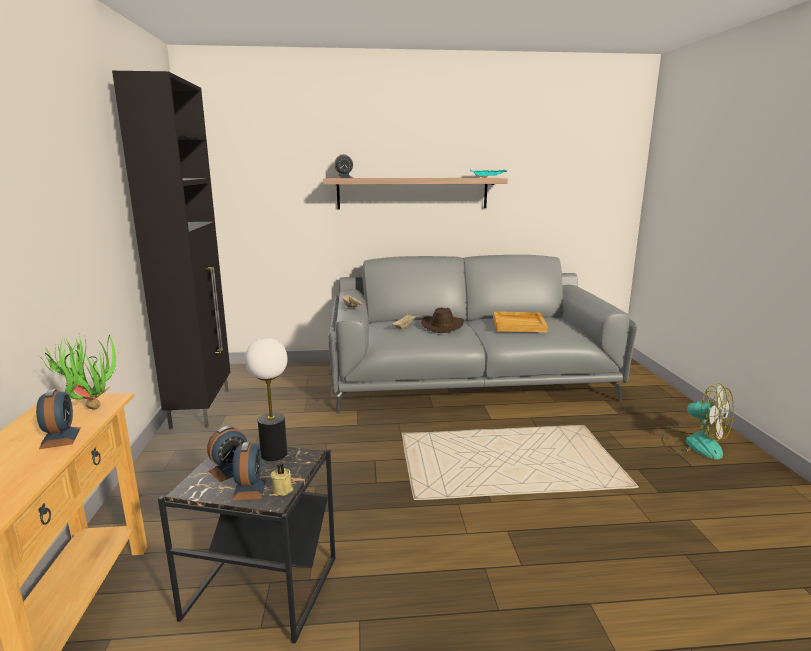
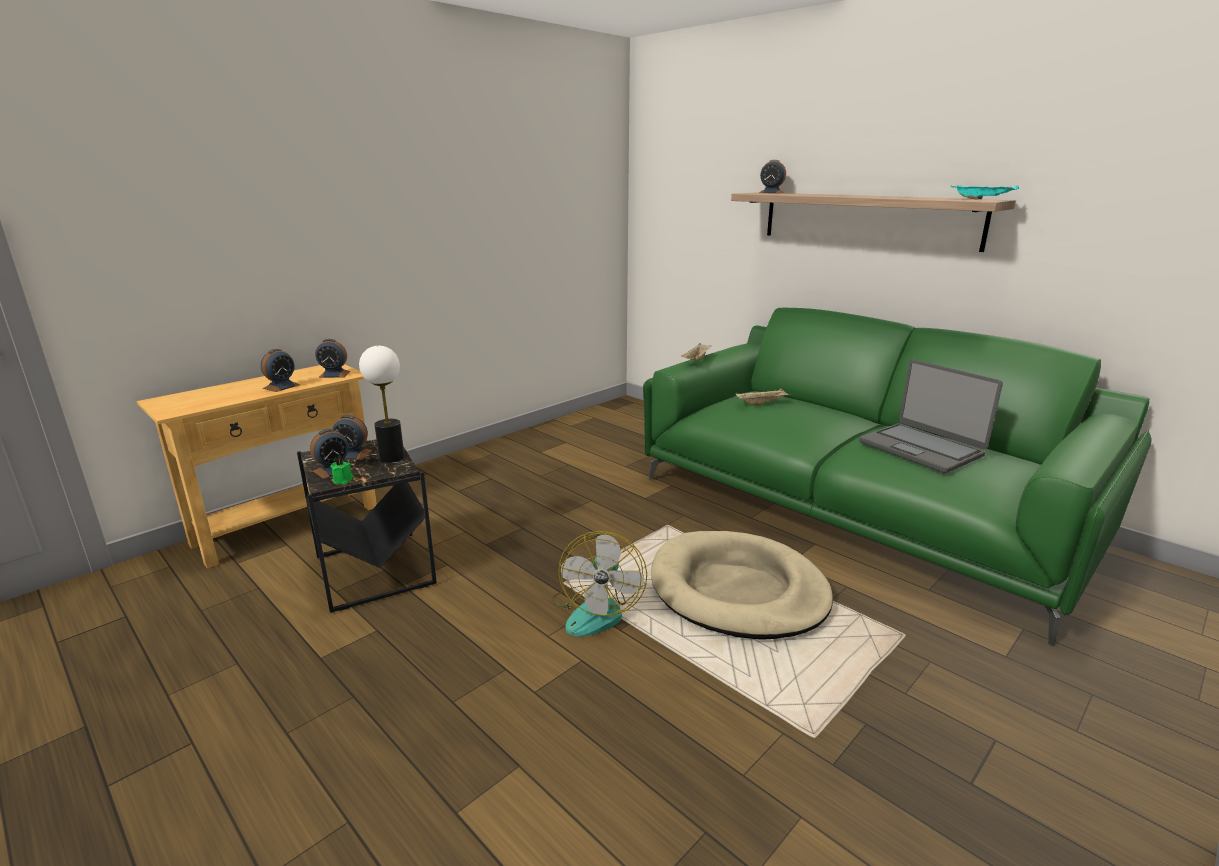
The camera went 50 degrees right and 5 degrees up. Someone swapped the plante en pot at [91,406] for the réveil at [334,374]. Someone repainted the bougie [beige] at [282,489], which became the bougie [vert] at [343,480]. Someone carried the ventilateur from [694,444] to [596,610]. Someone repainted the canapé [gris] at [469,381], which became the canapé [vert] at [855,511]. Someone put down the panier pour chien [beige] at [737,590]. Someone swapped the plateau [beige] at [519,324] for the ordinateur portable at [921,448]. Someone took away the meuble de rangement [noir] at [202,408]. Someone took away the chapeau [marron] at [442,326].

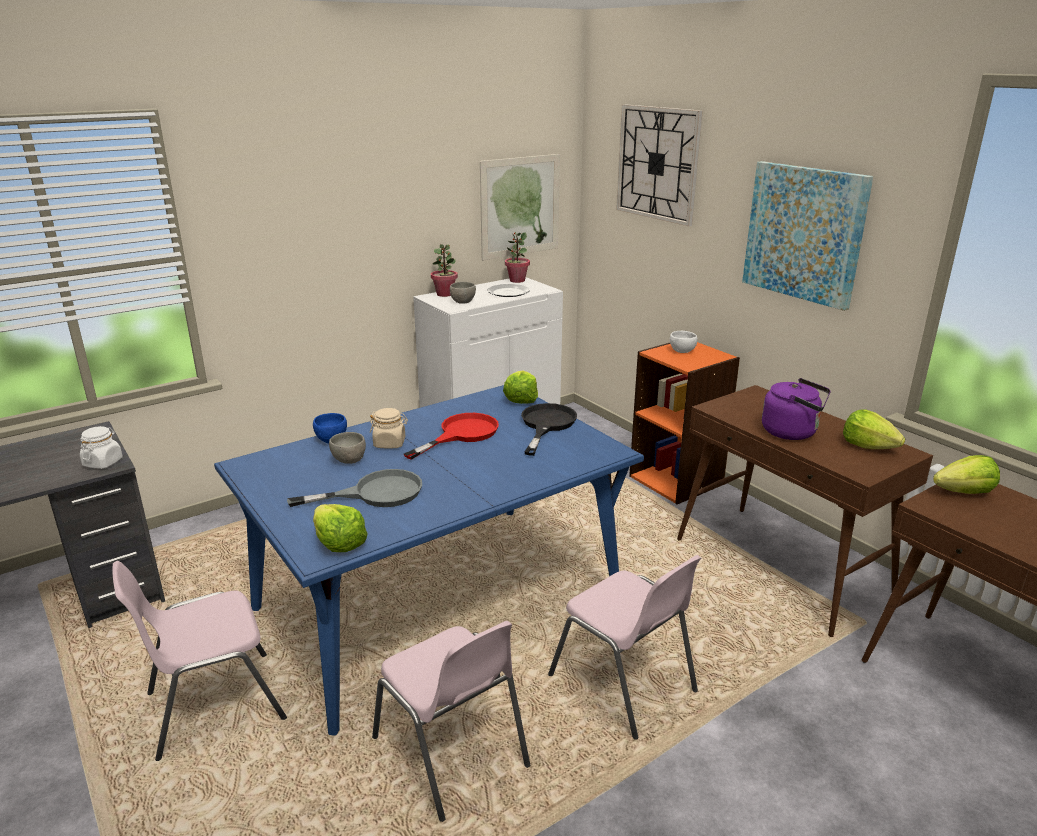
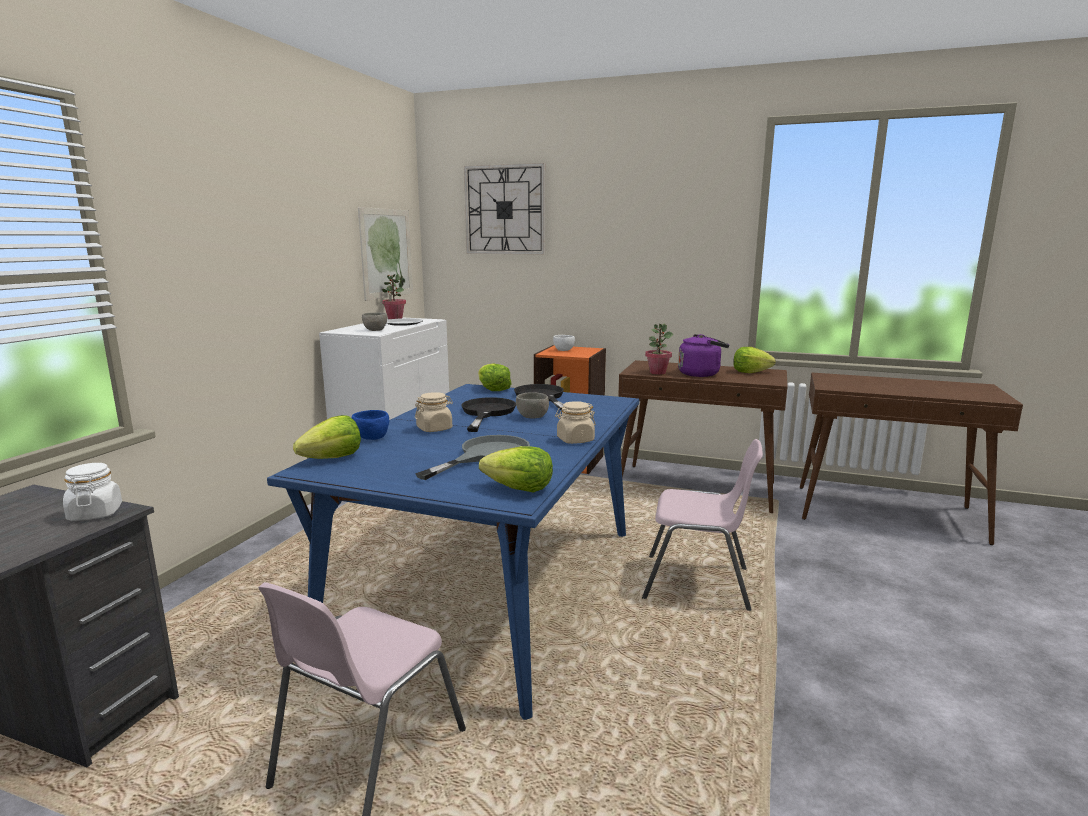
The camera went 35 degrees left and 10 degrees down. Someone carried the laitue from [964,492] to [333,458]. Someone repainted the poêle [rouge] at [461,434], which became the poêle [noir] at [486,413]. Someone carried the bol [gris] from [348,460] to [533,417]. Someone put down the bocal [beige] at [575,440]. Someone carried the plante en pot from [445,294] to [657,372]. Someone took away the chaise [rose] at [452,753]. Someone took away the tableau at [804,233].

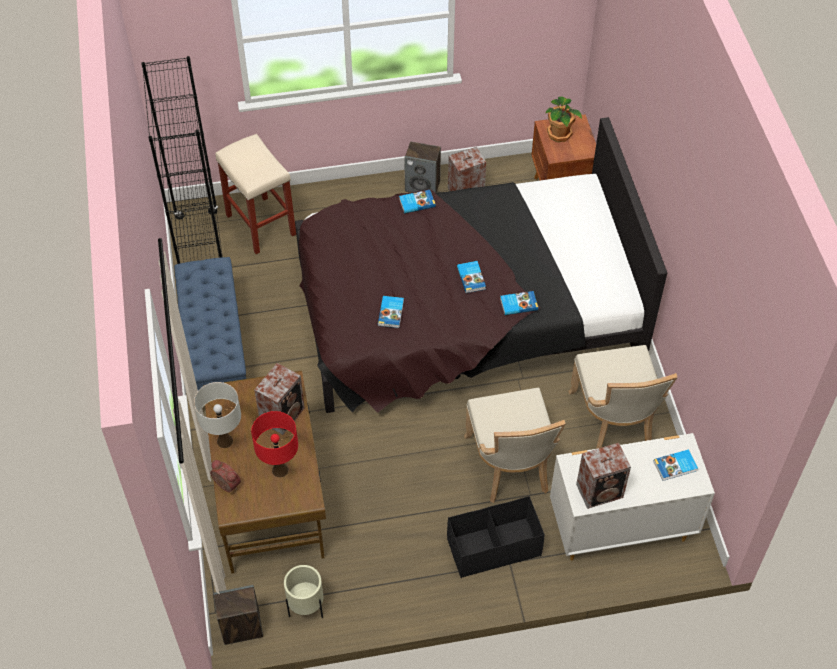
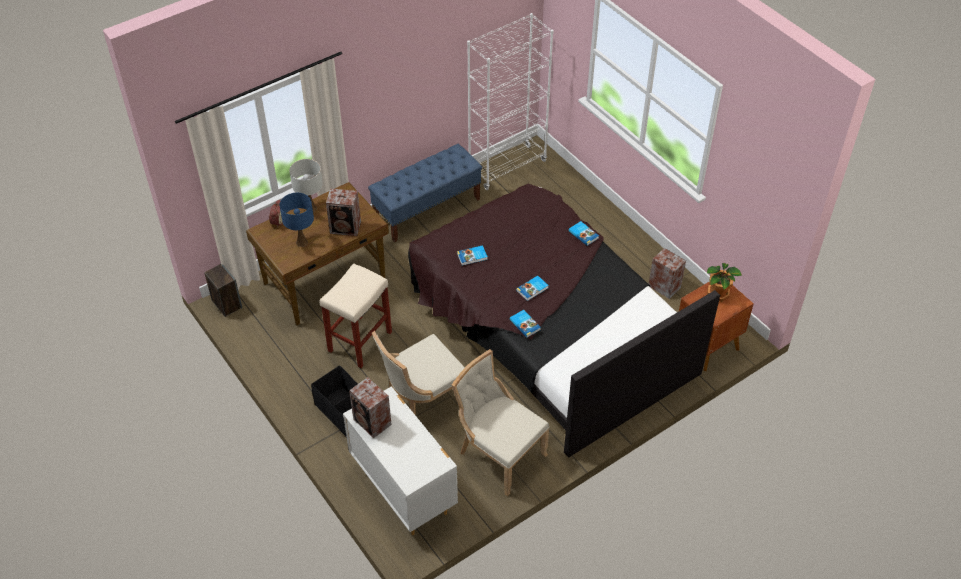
The camera went 65 degrees right and 5 degrees down. Someone repainted the lampe de table [rouge] at [280,470], which became the lampe de table [bleu] at [301,242]. Someone carried the tabouret [beige] from [262,225] to [360,342]. Someone rotated the chaise [beige] at [614,422] by 75 degrees clockwise. Someone repainted the bibliothèque [noir] at [200,250], which became the bibliothèque [blanc] at [507,167]. Someone took away the cache-pot [beige] at [306,608]. Someone took away the enceinte at [423,186]. Someone took away the livre at [675,466].

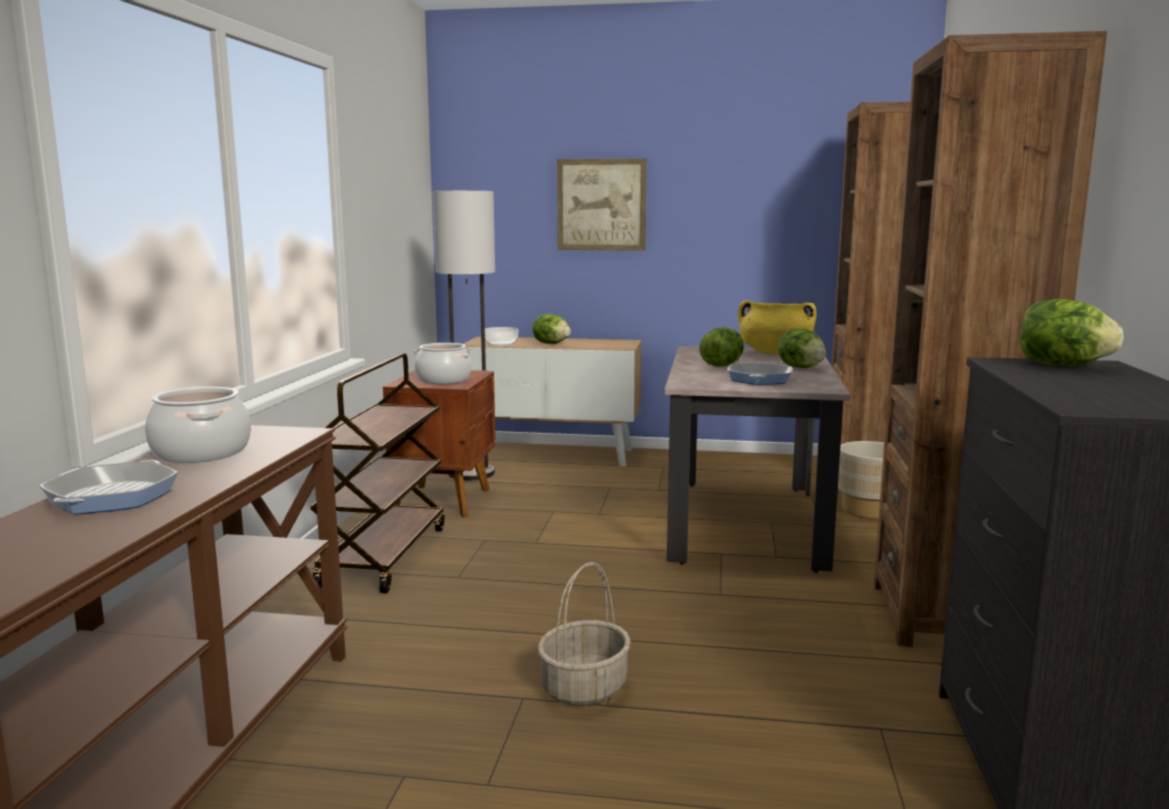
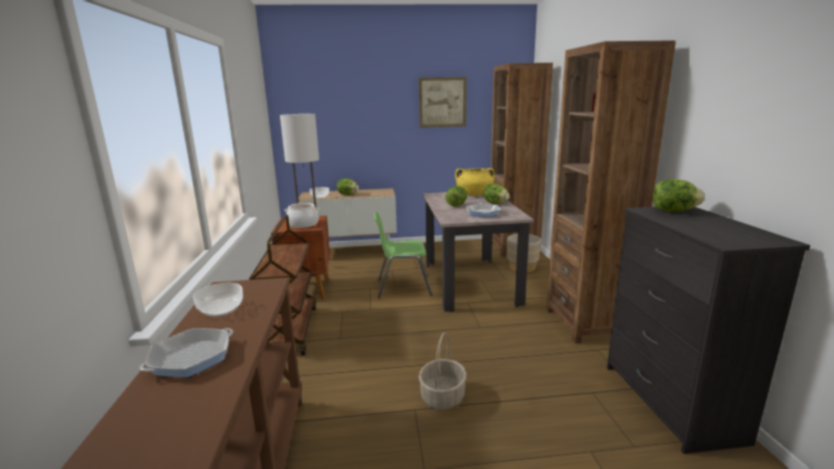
The camera went 15 degrees left and 5 degrees up. Someone rotated the poêle at [112,497] by 45 degrees clockwise. Someone swapped the marmite at [202,452] for the bol at [221,309]. Someone put down the chaise [vert] at [402,287]. Someone carried the tableau from [601,205] to [442,102].

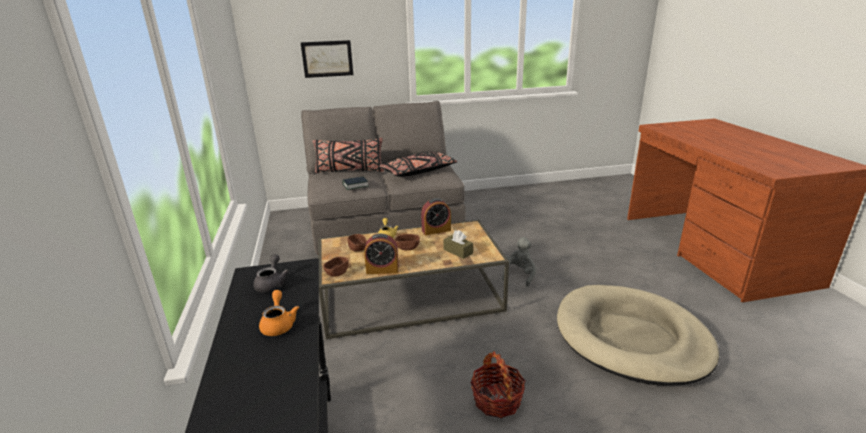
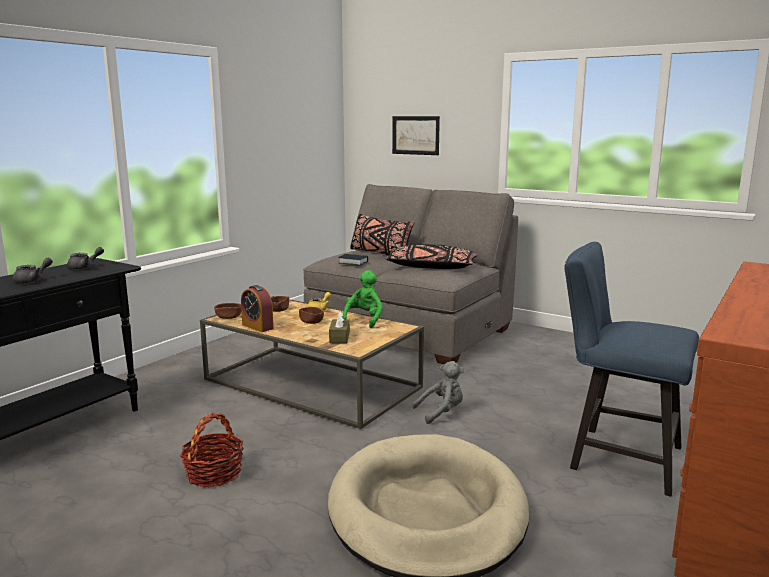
The camera went 45 degrees right and 10 degrees down. Someone repainted the théière [orange] at [279,324], which became the théière [gris] at [33,281]. Someone swapped the réveil at [436,230] for the peluche [vert] at [364,320]. Someone put down the chaise [bleu] at [616,456].

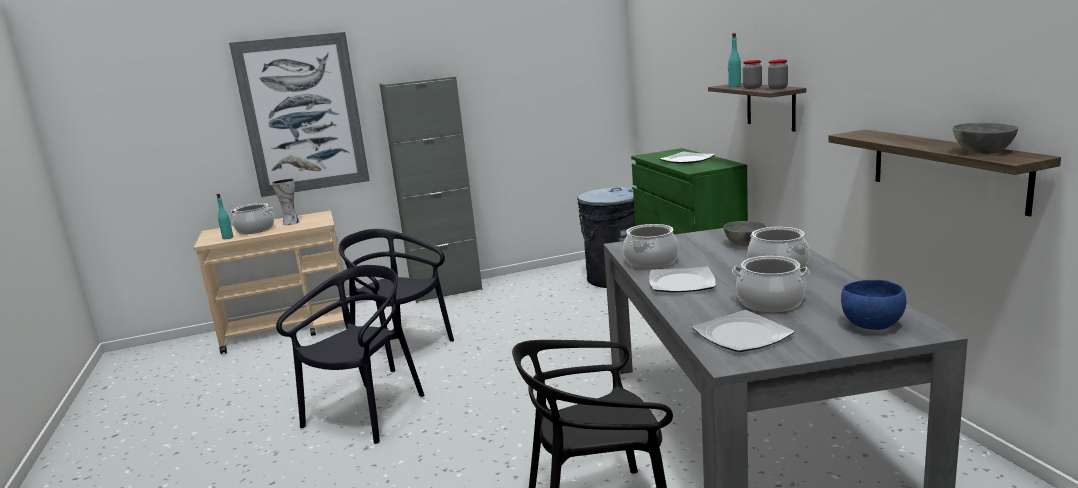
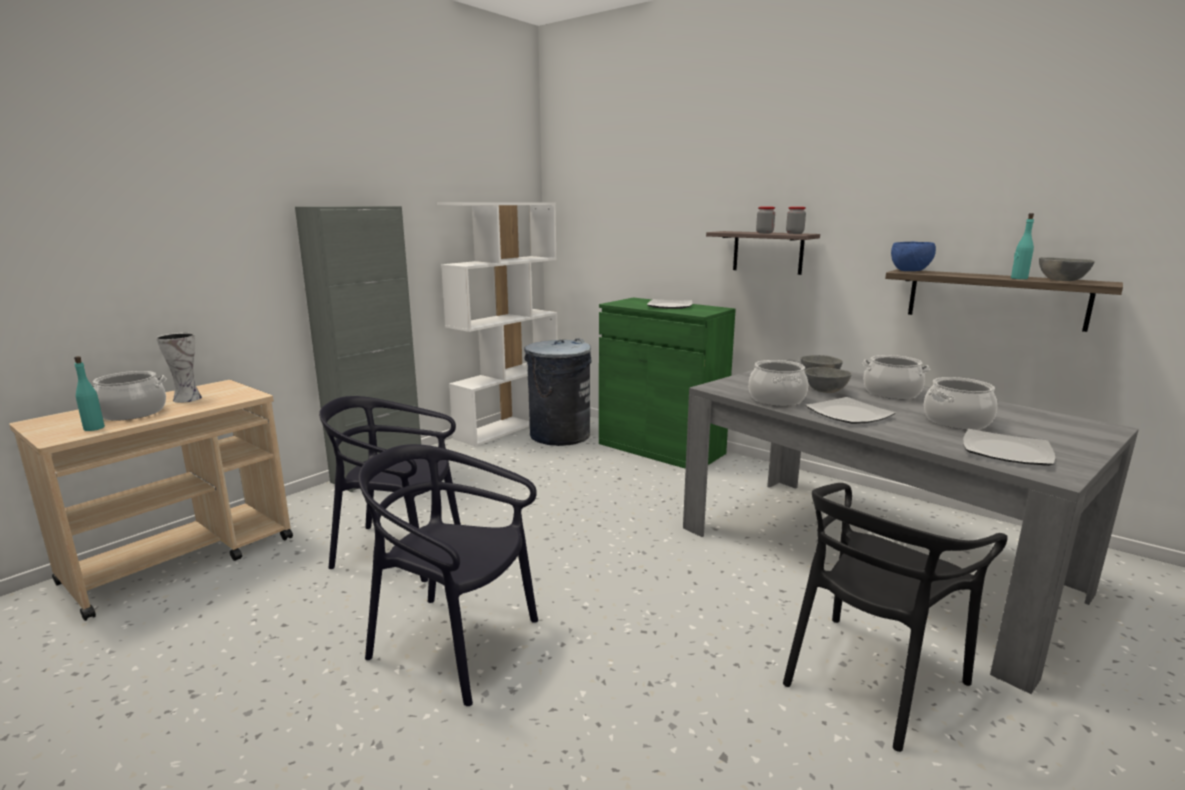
The camera went 35 degrees left and 0 degrees up. Someone rotated the chaise [noir] at [366,413] by 60 degrees counterclockwise. Someone put down the bibliothèque [blanc] at [508,426]. Someone put down the bol [gris] at [826,391]. Someone carried the bol [bleu] from [872,326] to [910,271]. Someone carried the bouteille [turquoise] from [734,86] to [1018,278]. Someone took away the tableau at [302,115].

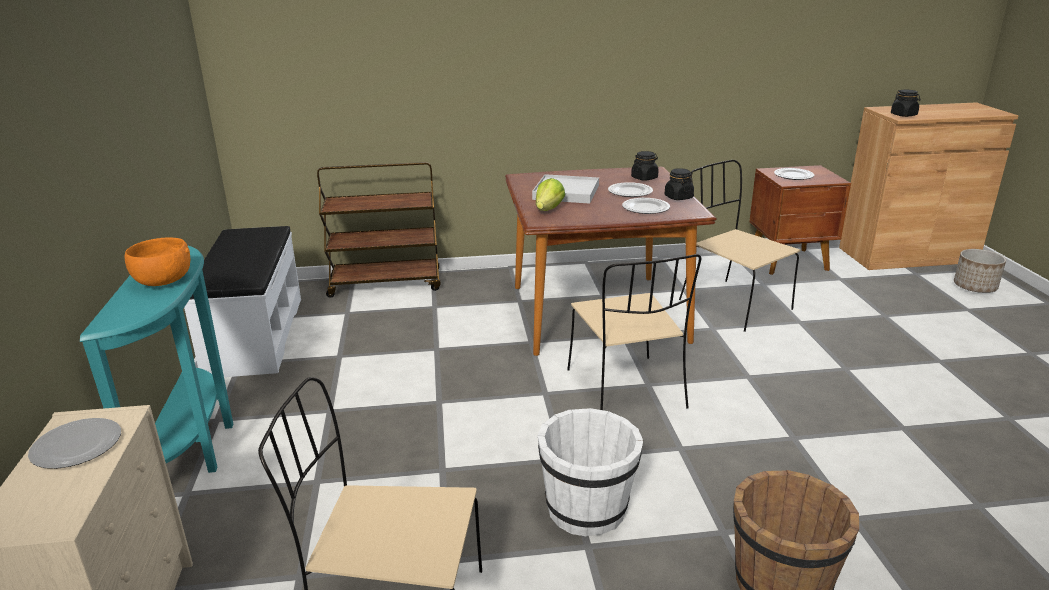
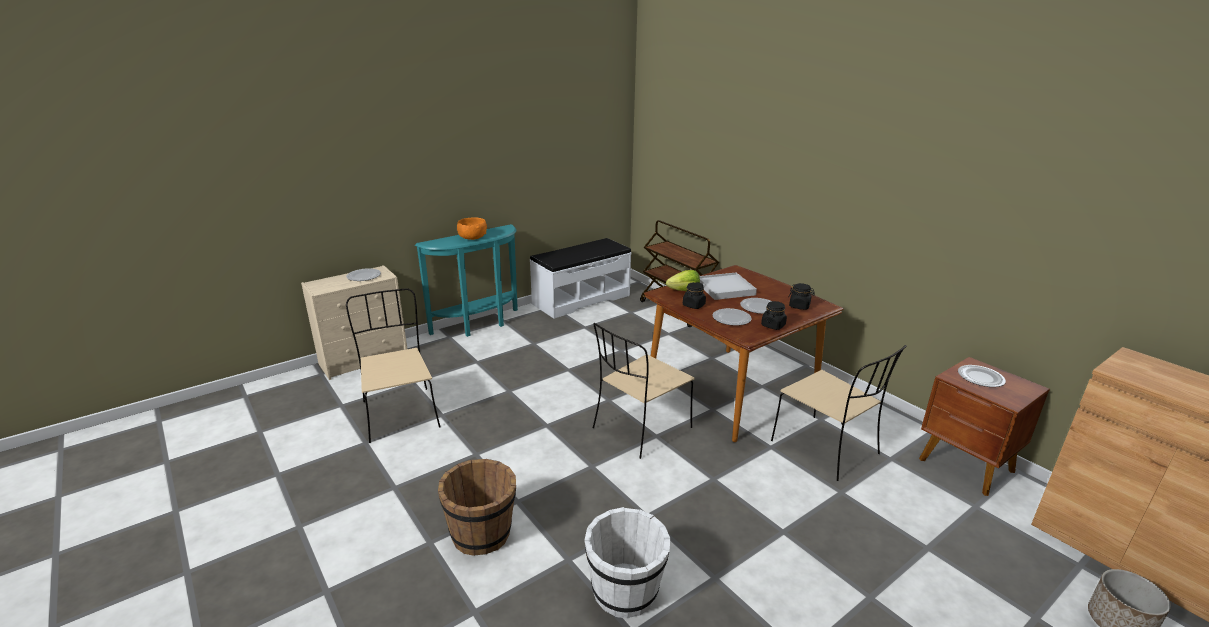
The camera went 60 degrees right and 0 degrees up. Someone carried the seau [blanc] from [588,509] to [625,592]. Someone carried the bocal [noir] from [903,115] to [693,305]. Someone rotated the chaise [beige] at [732,304] by 120 degrees clockwise.

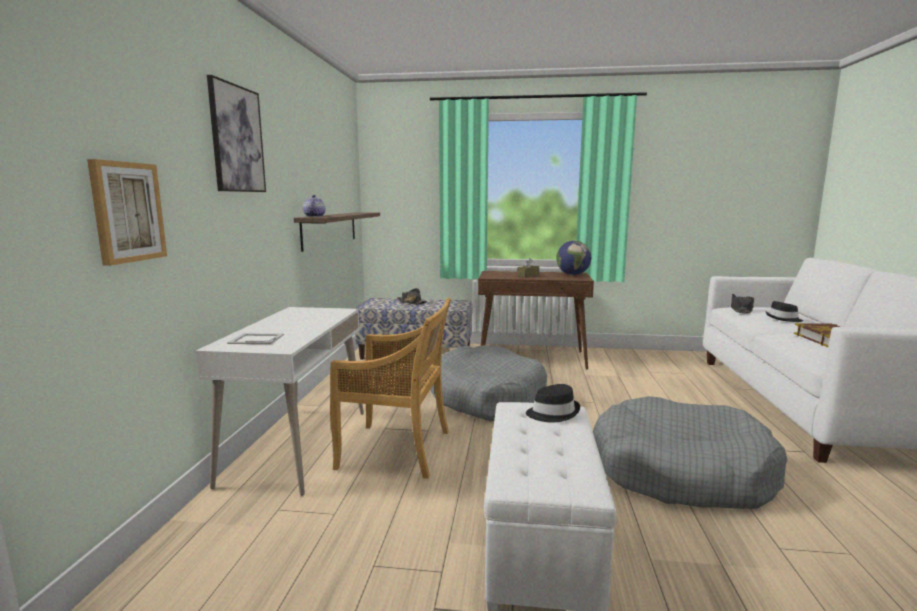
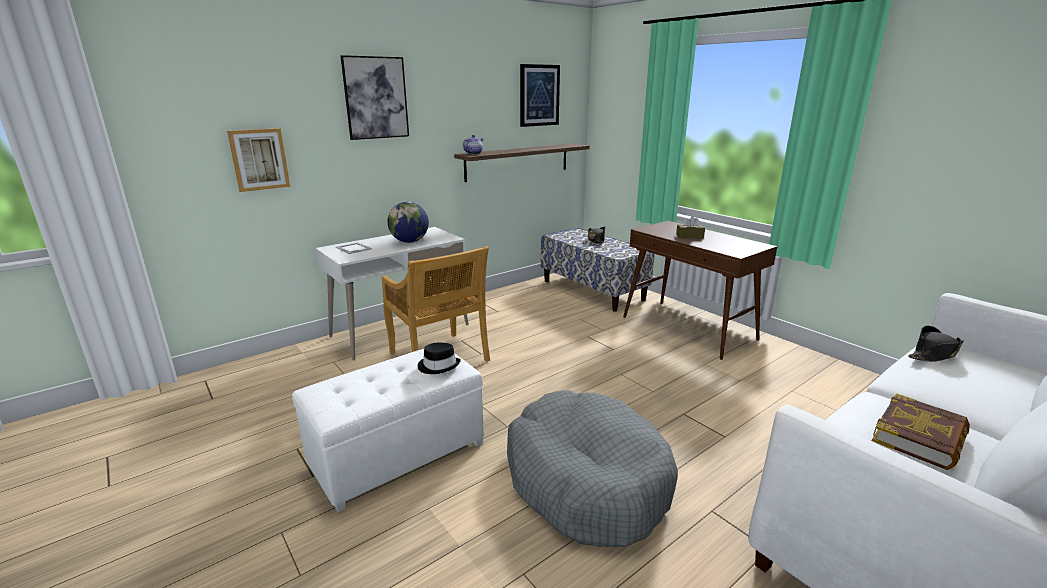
The camera went 45 degrees right and 10 degrees up. Someone carried the globe from [572,274] to [410,241]. Someone put up the tableau at [539,95]. Someone took away the panier pour chien [gris] at [486,398]. Someone took away the chapeau [noir] at [783,319].

